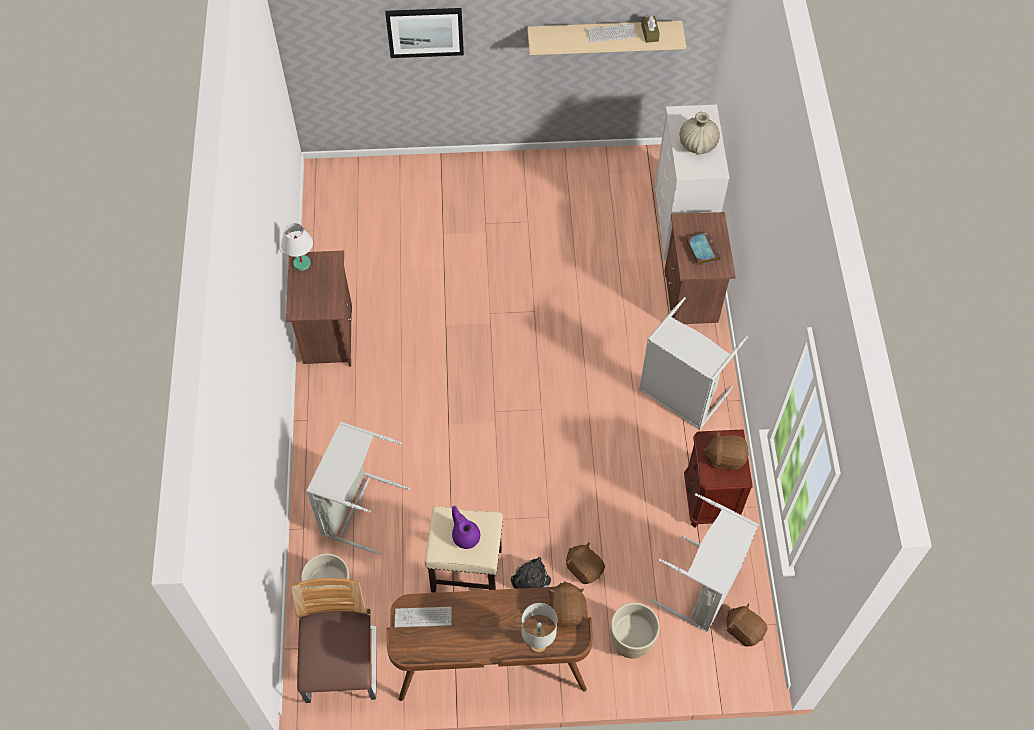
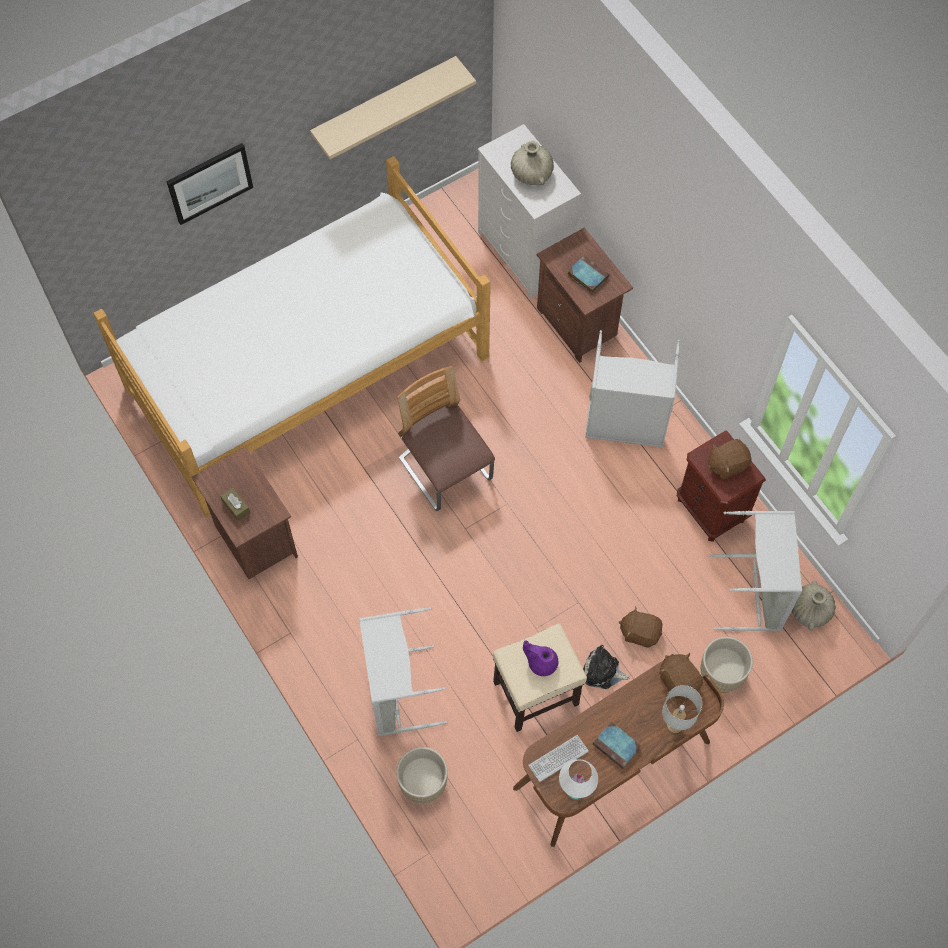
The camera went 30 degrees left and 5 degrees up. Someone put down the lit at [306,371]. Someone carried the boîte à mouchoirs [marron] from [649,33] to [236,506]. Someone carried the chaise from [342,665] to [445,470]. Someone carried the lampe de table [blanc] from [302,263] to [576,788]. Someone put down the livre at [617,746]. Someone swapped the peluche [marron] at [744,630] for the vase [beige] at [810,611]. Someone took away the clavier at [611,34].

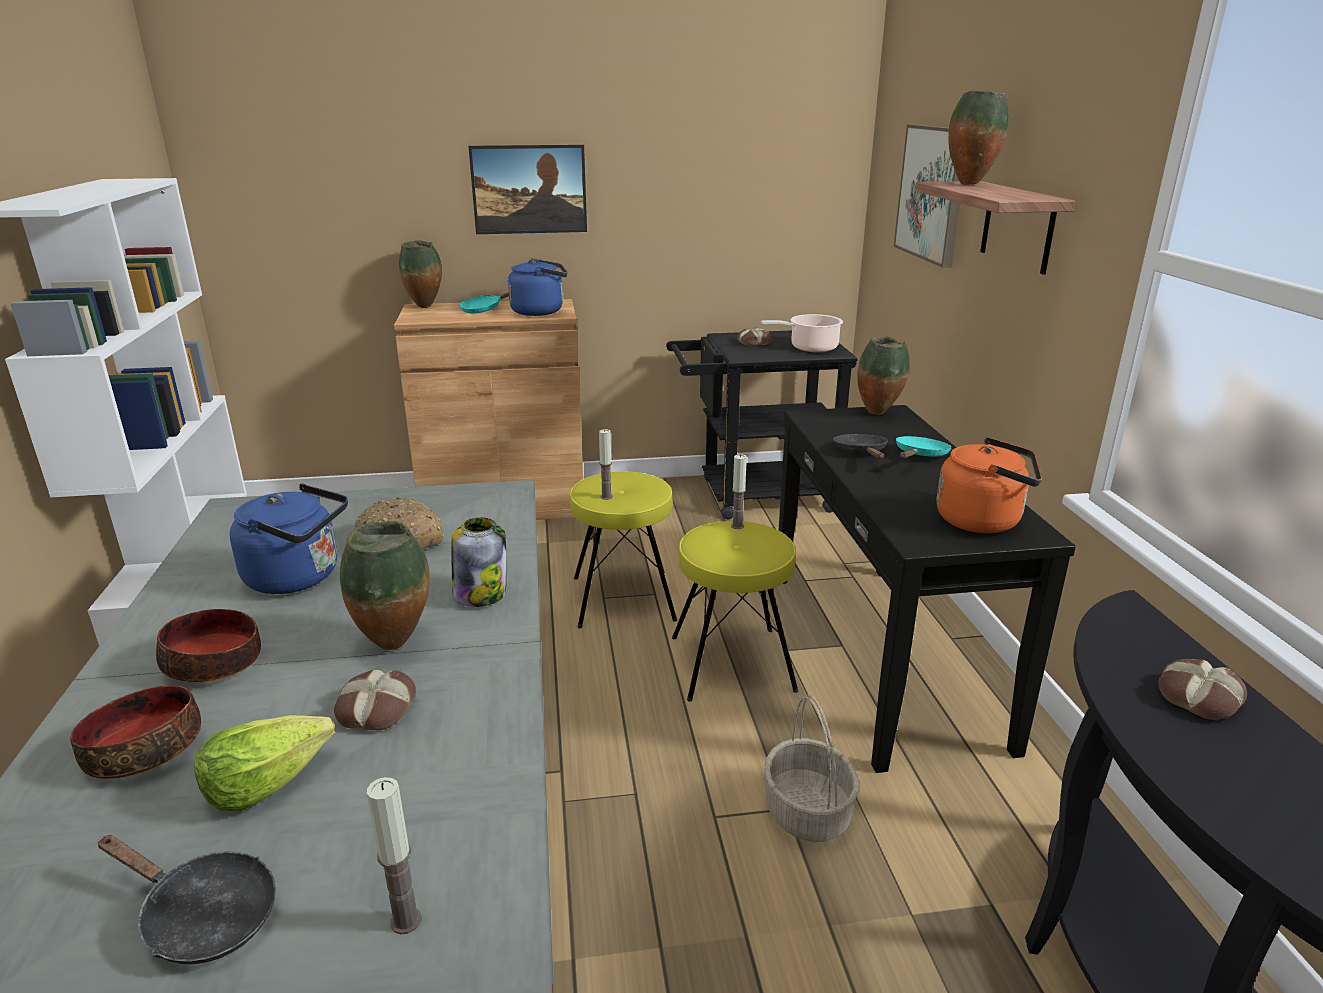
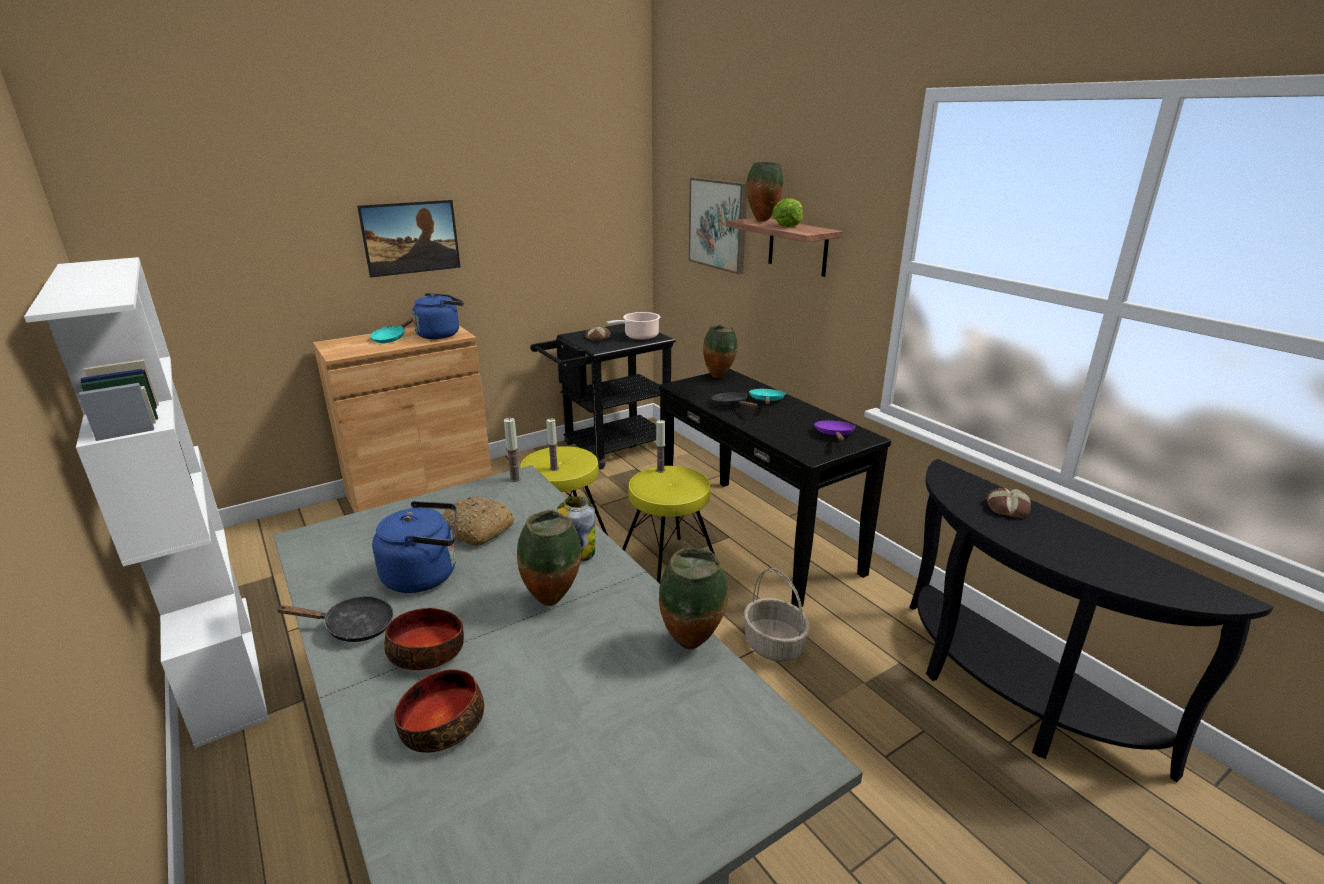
The camera went 25 degrees left and 0 degrees up. Someone carried the poêle [noir] from [202,915] to [353,627]. Someone carried the bougie from [406,920] to [515,479]. Someone carried the vase from [425,307] to [693,645]. Someone carried the laitue from [266,782] to [788,225]. Someone swapped the bouilloire [orange] at [983,520] for the poêle [violet] at [834,435]. Someone took away the pain at [375,708].

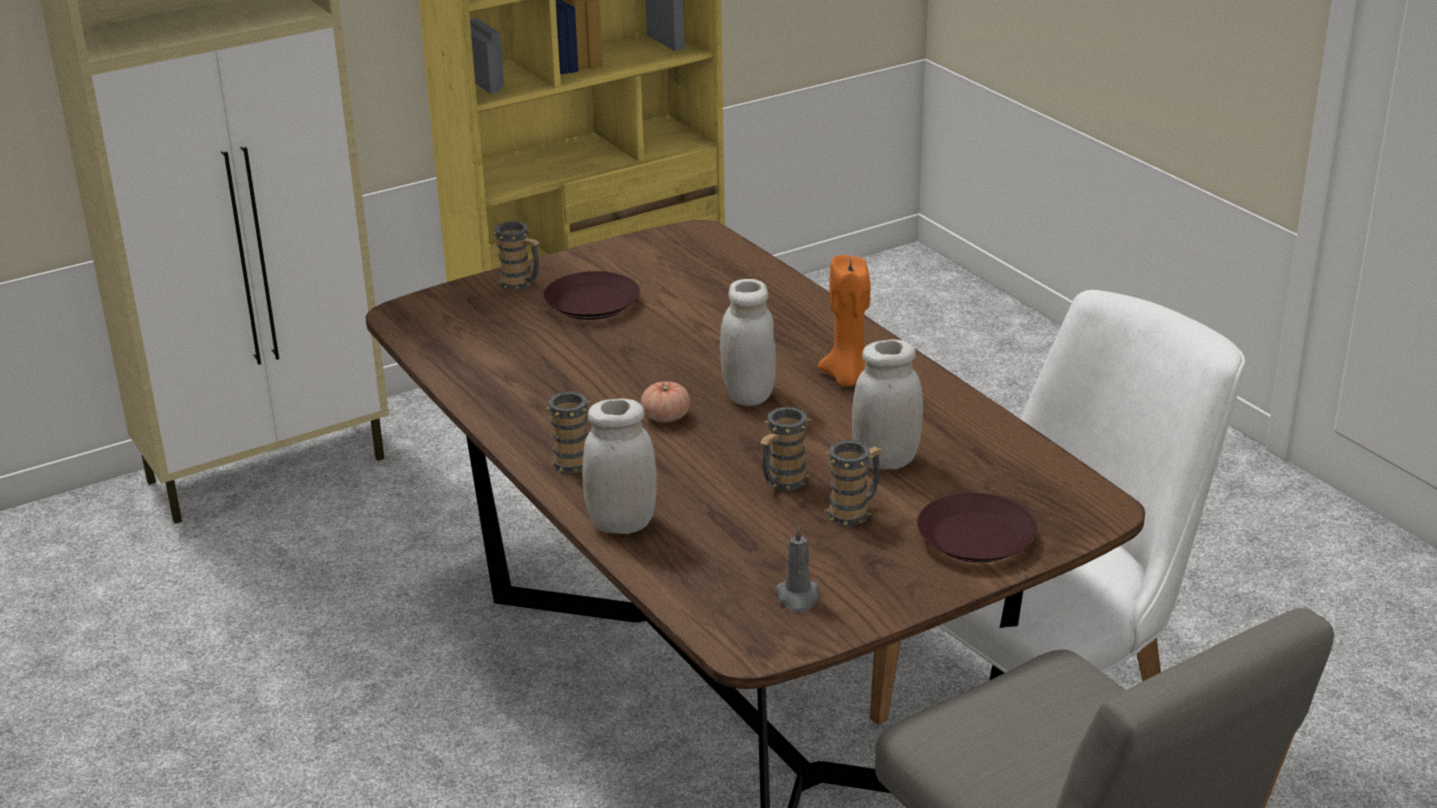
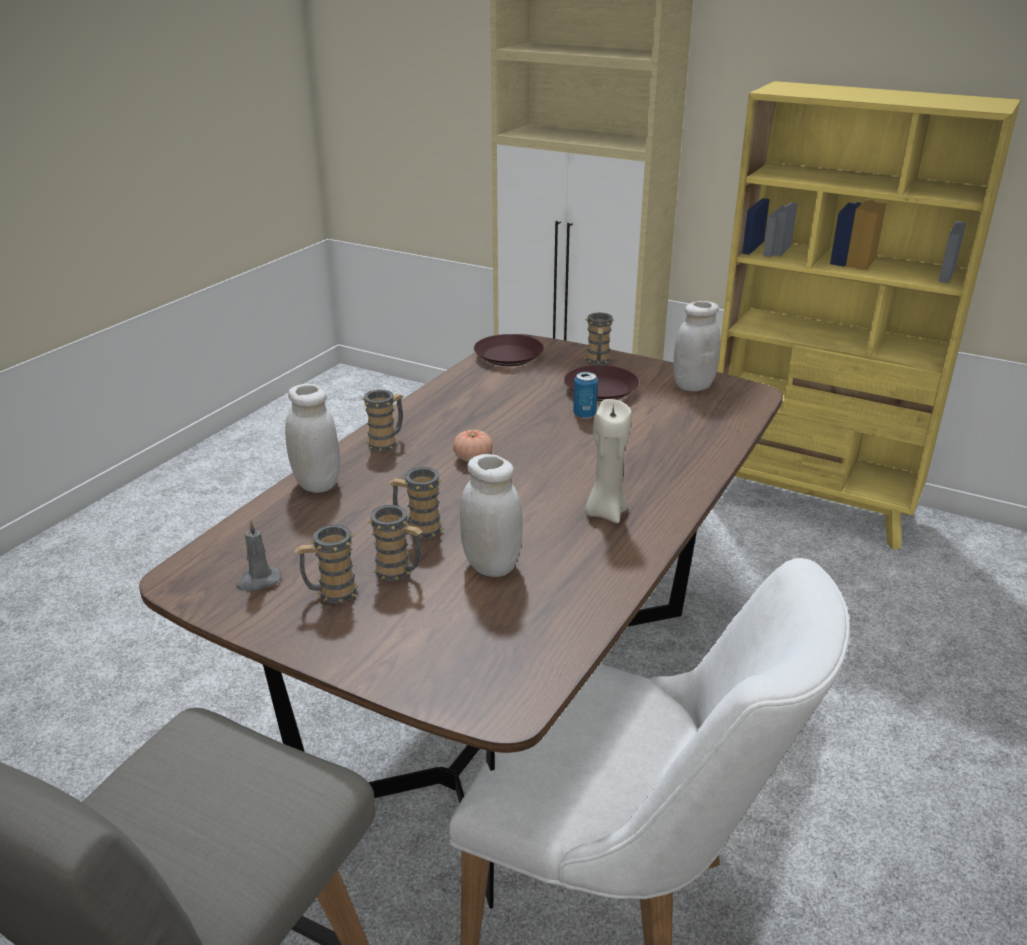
The camera went 60 degrees right and 0 degrees up. Someone put down the mug at [331,593]. Someone carried the assiette [marron] from [975,538] to [508,356]. Someone put down the boîte métallique at [584,414]. Someone repainted the bougie [orange] at [847,378], which became the bougie [beige] at [605,512]. Someone carried the bocal [blanc] from [748,395] to [693,385].

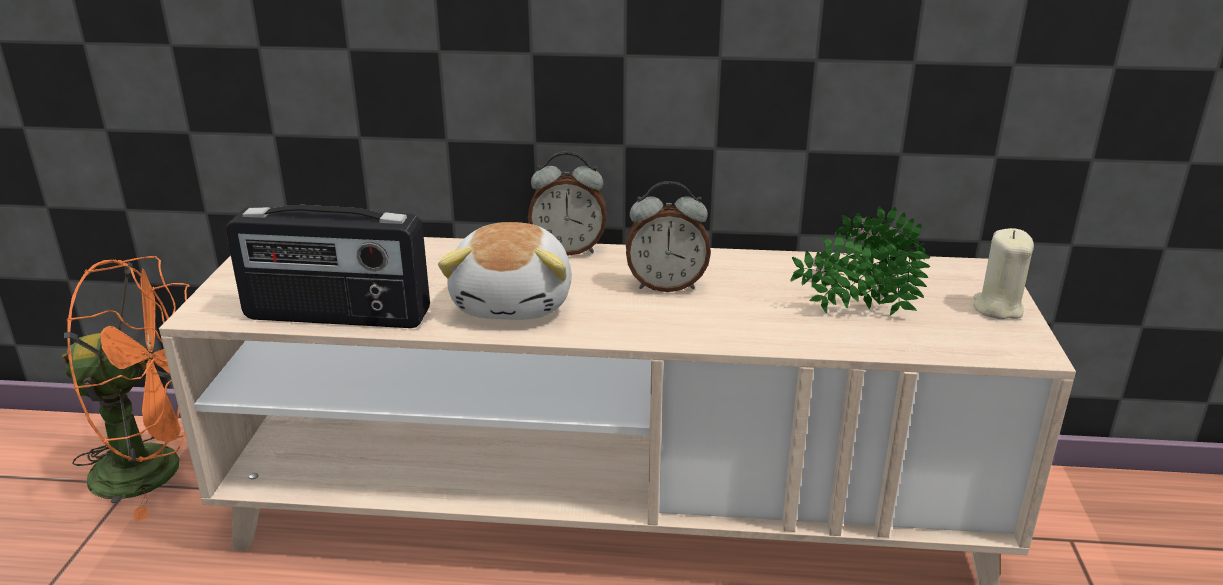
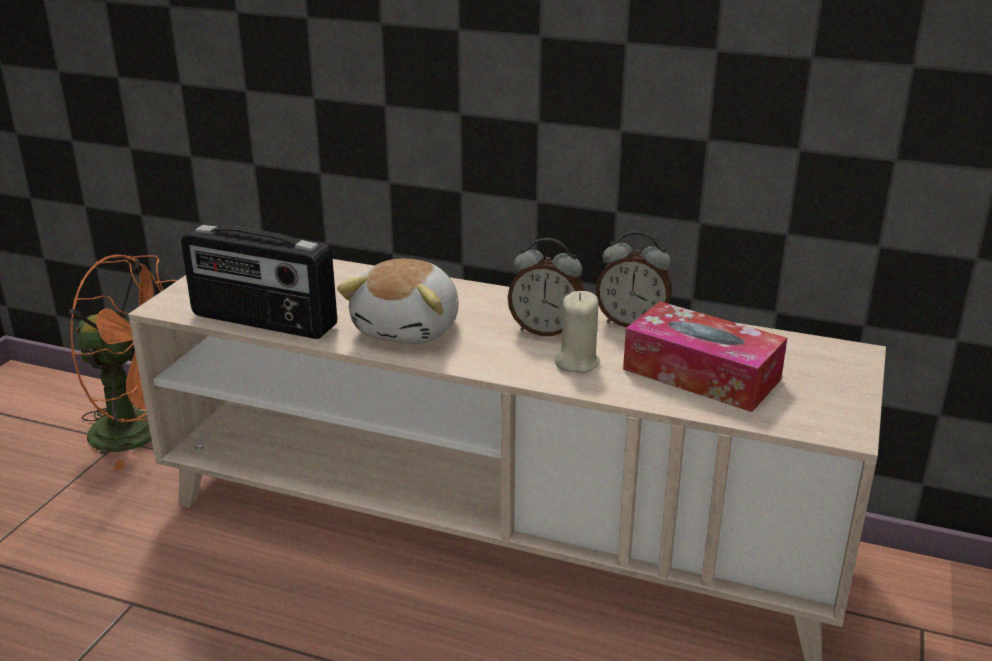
The camera went 15 degrees right and 0 degrees up. Someone carried the bougie [beige] from [997,308] to [577,362]. Someone carried the réveil from [568,250] to [631,322]. Someone swapped the plante en pot at [854,311] for the boîte à mouchoirs at [701,374].

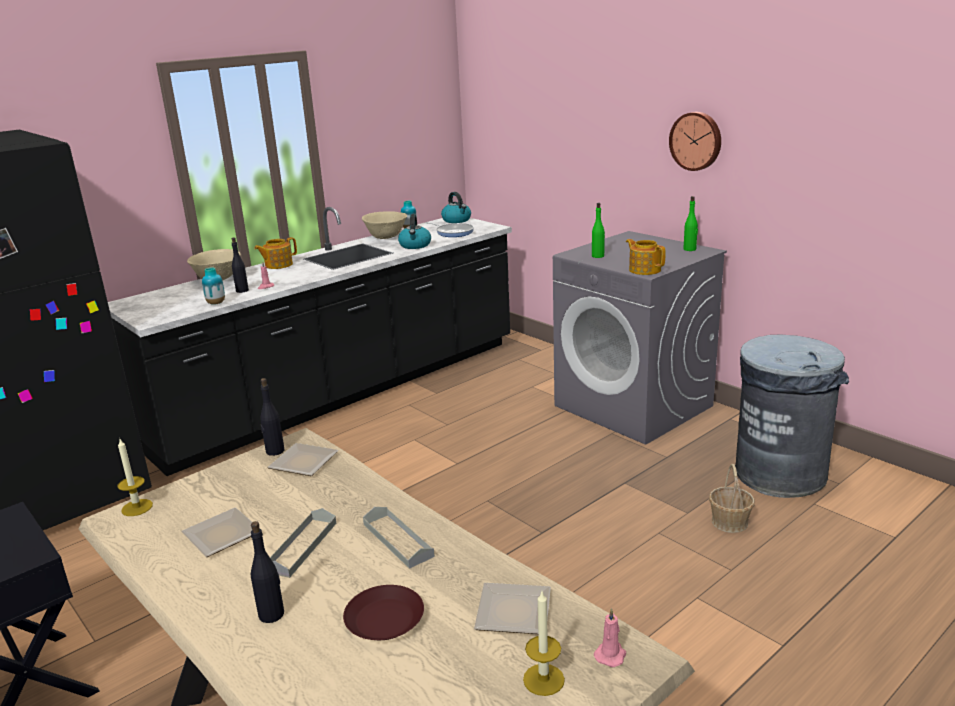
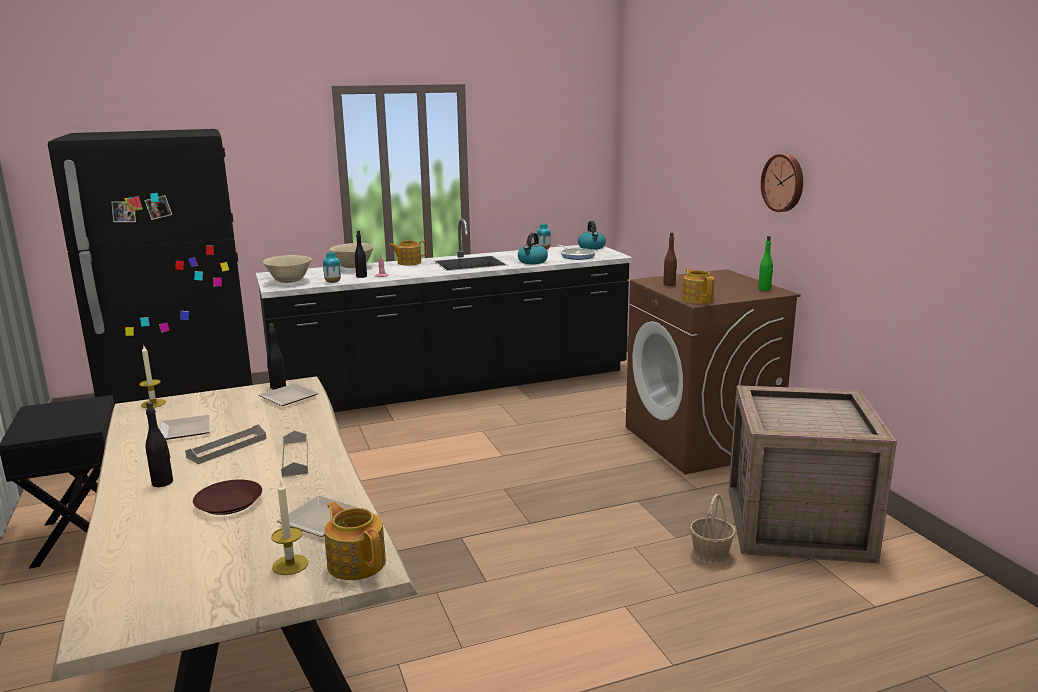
The camera went 20 degrees right and 5 degrees down. Someone carried the bol [beige] from [386,237] to [289,281]. Someone swapped the bougie [rose] at [611,654] for the théière at [356,562]. Someone repainted the lave-linge [gris] at [634,406], which became the lave-linge [marron] at [701,441]. Someone repainted the bouteille [vert] at [598,256], which became the bouteille [marron] at [669,284]. Someone swapped the poubelle [gris] at [780,473] for the caisse at [800,525].

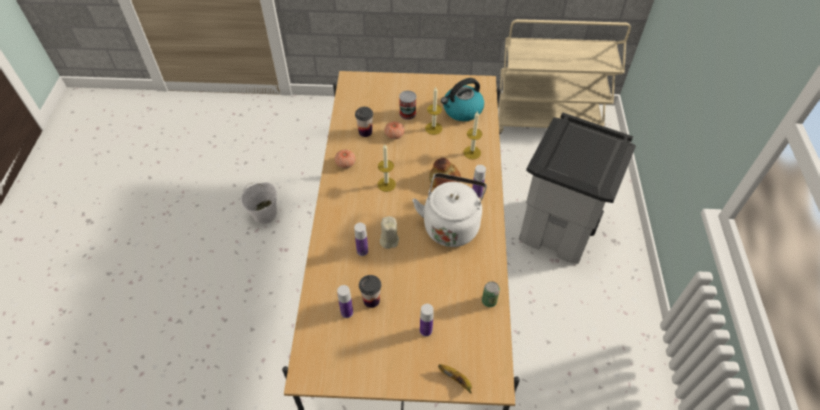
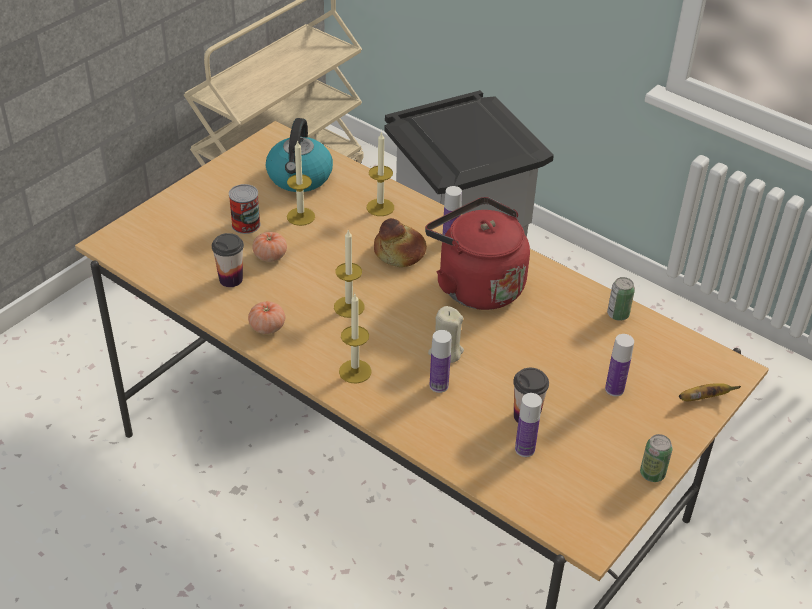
The camera went 55 degrees left and 10 degrees down. Someone put down the bougie at [355,371]. Someone repainted the bouilloire [blanc] at [451,224], which became the bouilloire [rouge] at [476,285]. Someone put down the boîte métallique at [652,474]. Someone took away the seau [blanc] at [265,214].

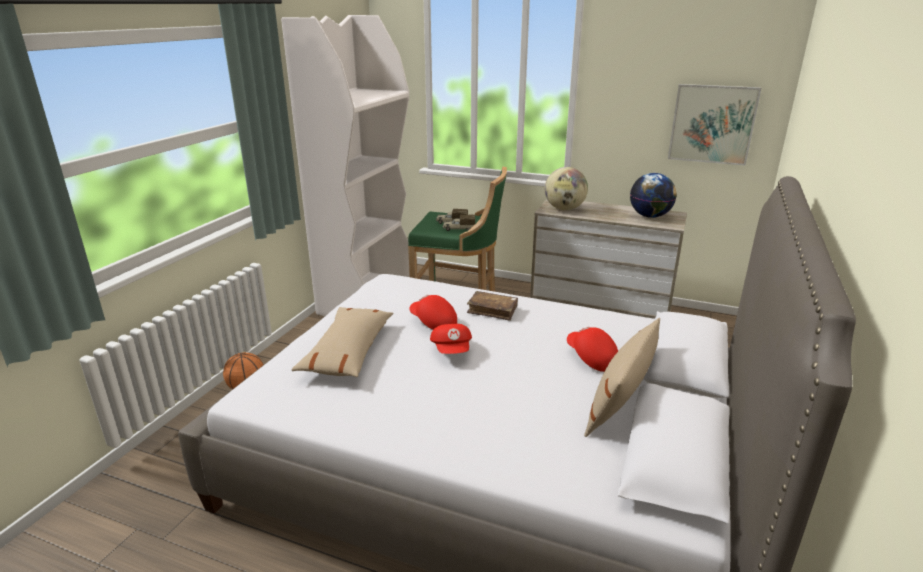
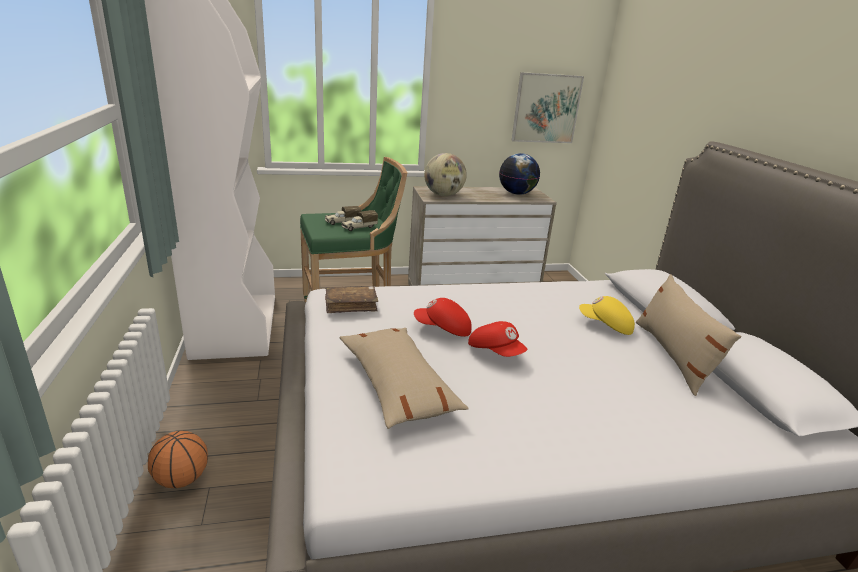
The camera went 35 degrees left and 0 degrees up. Someone carried the livre [marron] from [492,310] to [351,305]. Someone repainted the casquette [rouge] at [590,358], which became the casquette [jaune] at [605,326].

